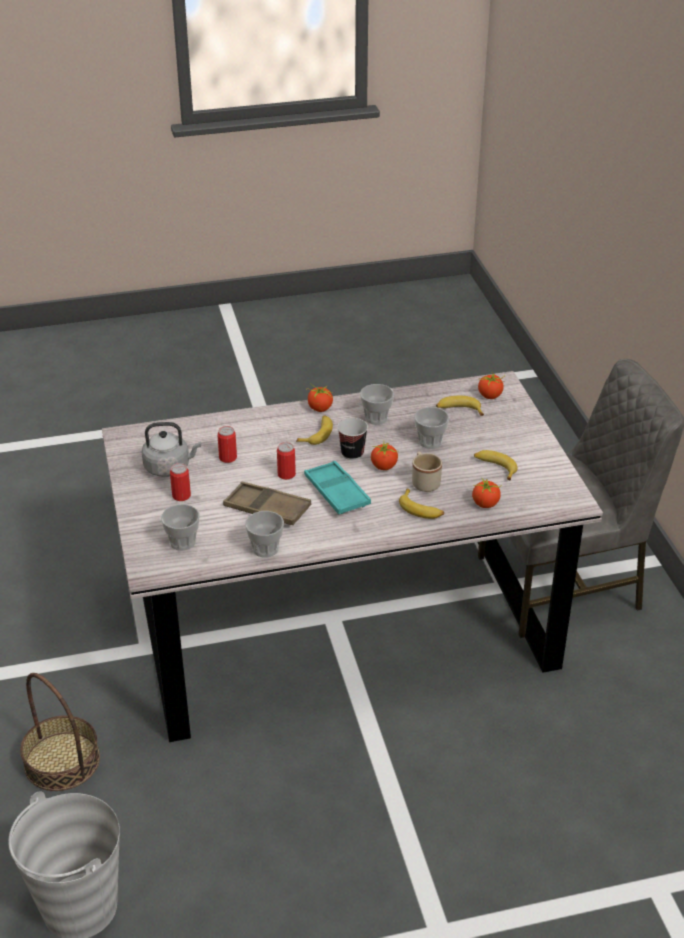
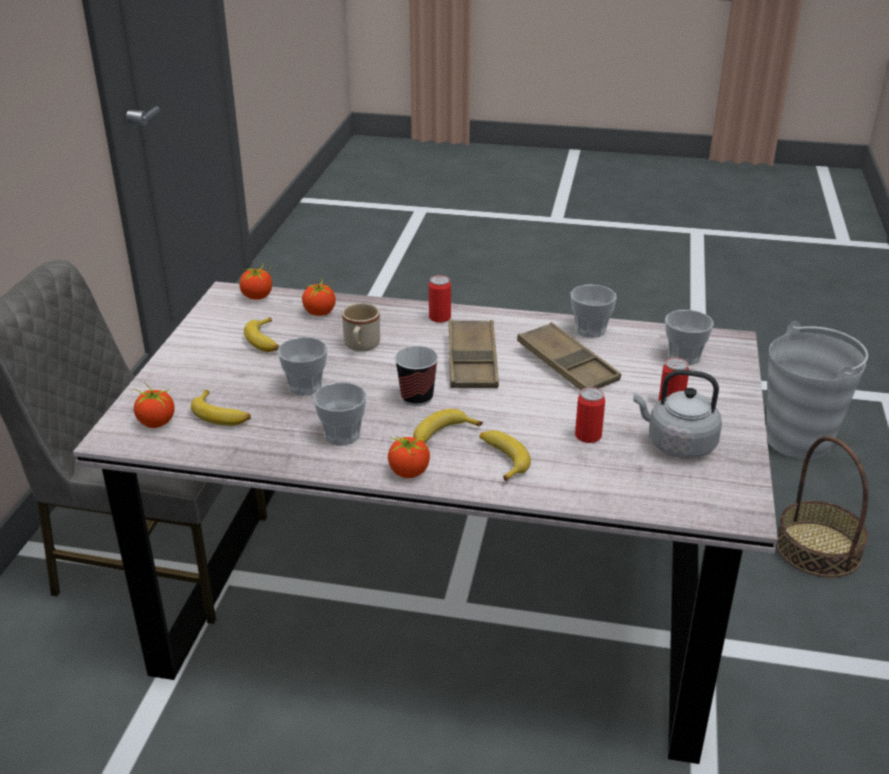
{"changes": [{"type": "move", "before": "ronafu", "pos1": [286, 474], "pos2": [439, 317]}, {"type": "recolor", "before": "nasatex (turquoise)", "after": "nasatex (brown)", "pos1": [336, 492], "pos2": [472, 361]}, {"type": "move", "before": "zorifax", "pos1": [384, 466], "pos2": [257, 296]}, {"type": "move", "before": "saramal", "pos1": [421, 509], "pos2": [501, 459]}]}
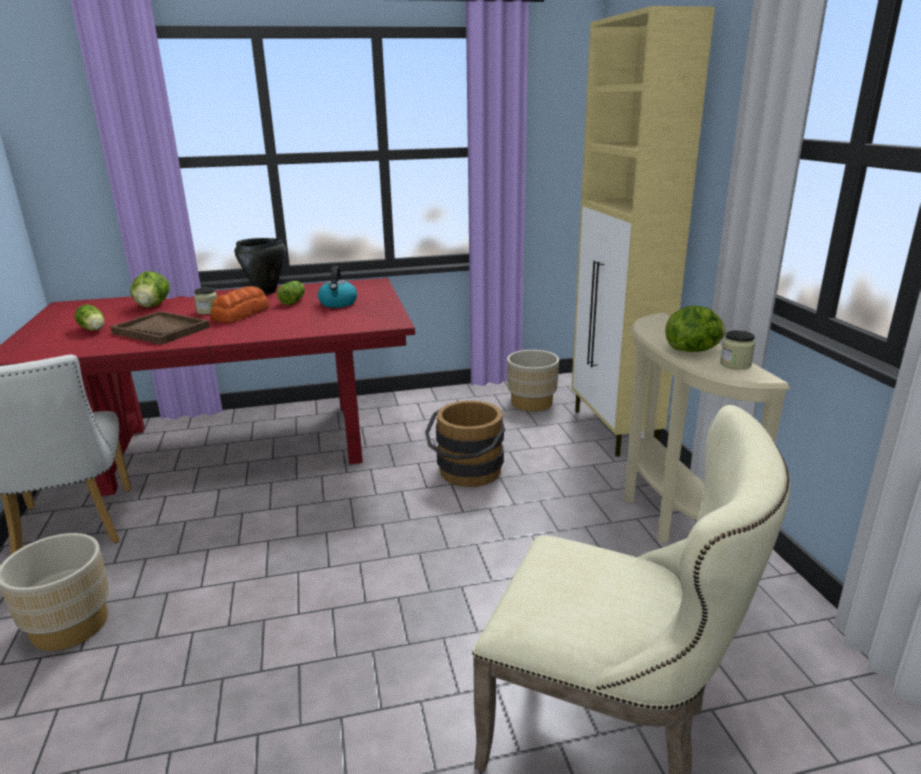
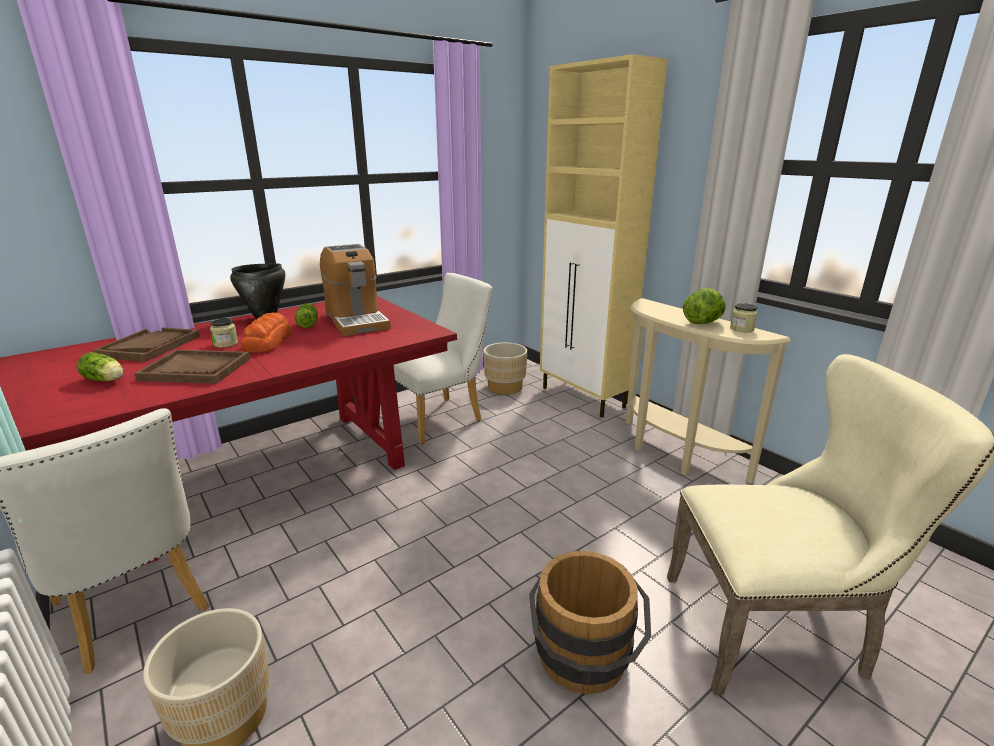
{"changes": [{"type": "replace", "before": "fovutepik", "after": "nasatex (brown)", "pos1": [153, 306], "pos2": [150, 346]}, {"type": "replace", "before": "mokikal", "after": "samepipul", "pos1": [338, 303], "pos2": [356, 320]}, {"type": "move", "before": "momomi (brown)", "pos1": [467, 474], "pos2": [583, 662]}, {"type": "insert", "after": "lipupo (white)", "pos2": [441, 417]}]}
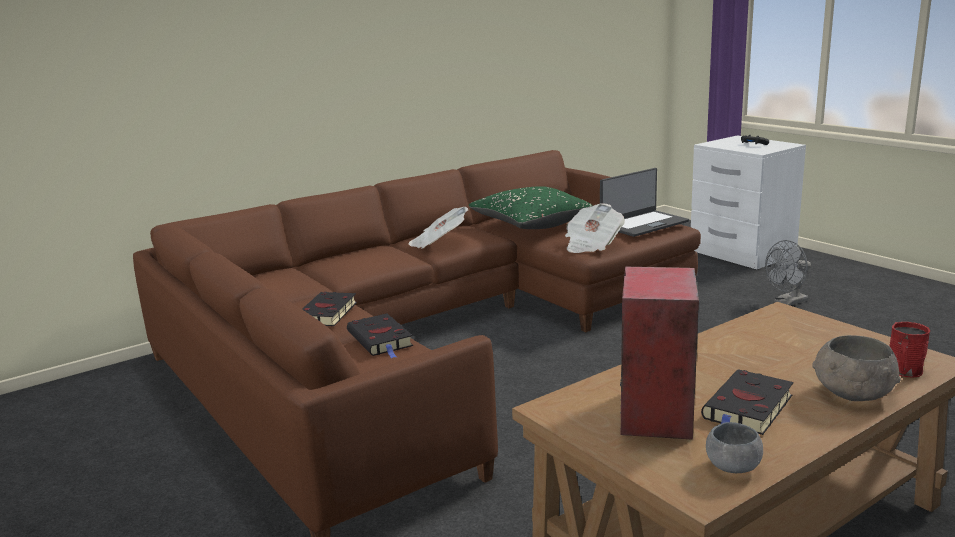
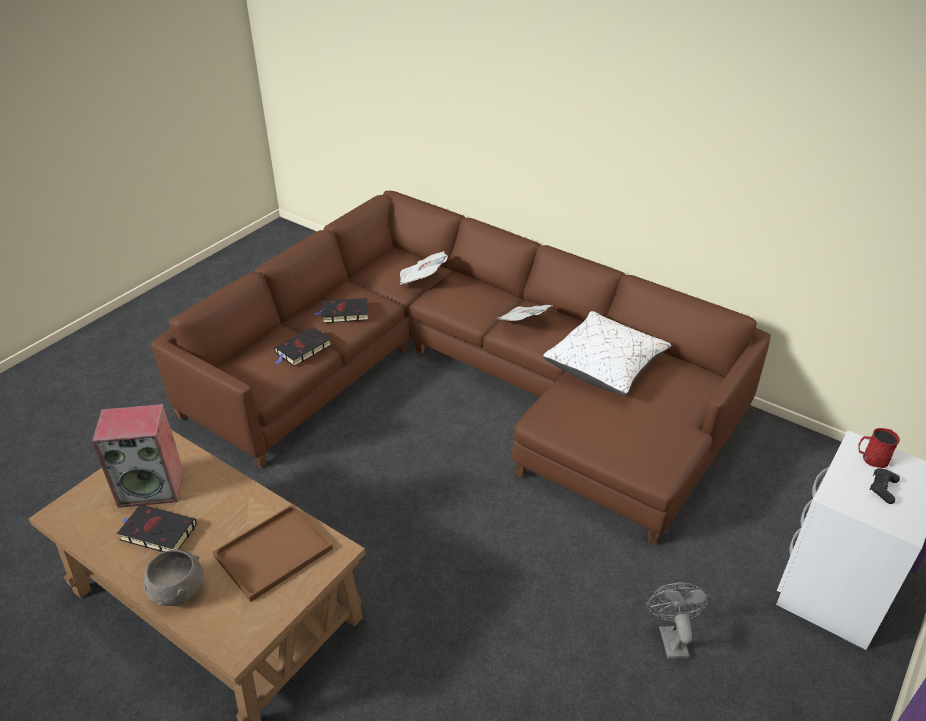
{"changes": [{"type": "recolor", "before": "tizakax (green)", "after": "tizakax (white)", "pos1": [530, 224], "pos2": [605, 366]}, {"type": "move", "before": "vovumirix", "pos1": [591, 245], "pos2": [422, 279]}, {"type": "delete", "before": "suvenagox", "pos1": [643, 224]}, {"type": "delete", "before": "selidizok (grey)", "pos1": [732, 467]}, {"type": "rotate", "before": "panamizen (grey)", "pos1": [787, 302], "pos2": [671, 637], "turn": 45}, {"type": "move", "before": "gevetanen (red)", "pos1": [904, 372], "pos2": [871, 458]}, {"type": "insert", "after": "nasatex (brown)", "pos2": [272, 554]}]}
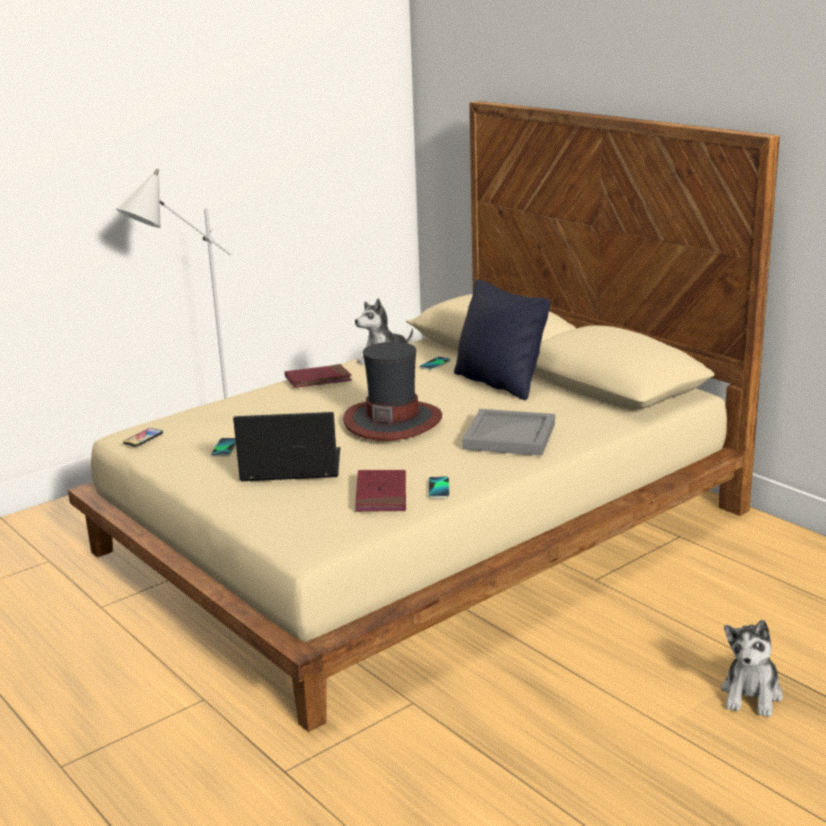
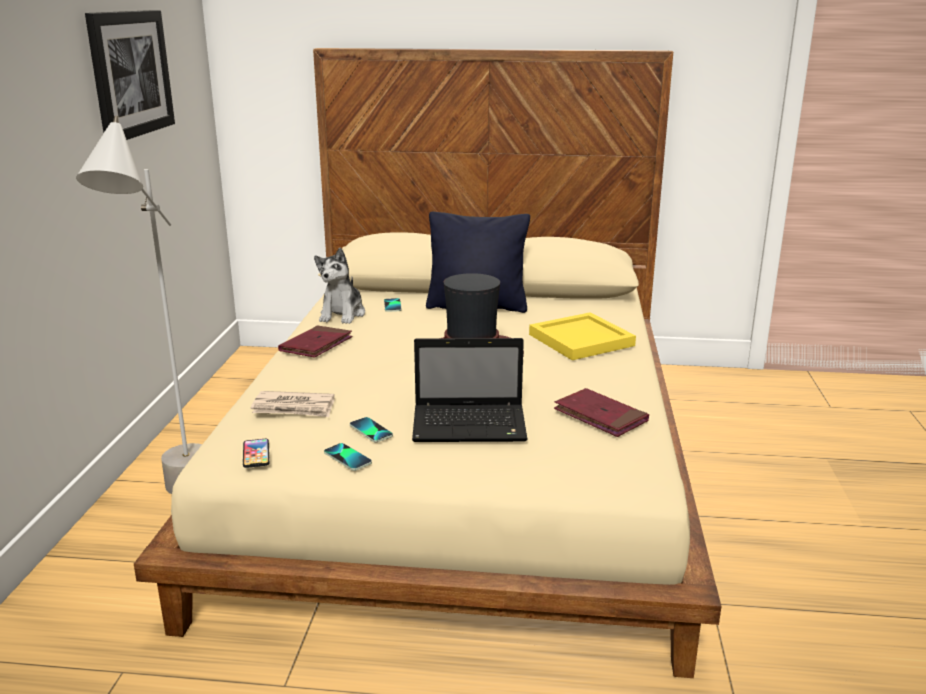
{"changes": [{"type": "rotate", "before": "suvenagox", "pos1": [288, 468], "pos2": [472, 425], "turn": -135}, {"type": "move", "before": "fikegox", "pos1": [439, 488], "pos2": [347, 458]}, {"type": "recolor", "before": "nasatex (grey)", "after": "nasatex (yellow)", "pos1": [510, 437], "pos2": [583, 340]}, {"type": "delete", "before": "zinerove", "pos1": [751, 694]}, {"type": "insert", "after": "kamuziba", "pos2": [130, 74]}, {"type": "insert", "after": "vovumirix", "pos2": [294, 408]}]}
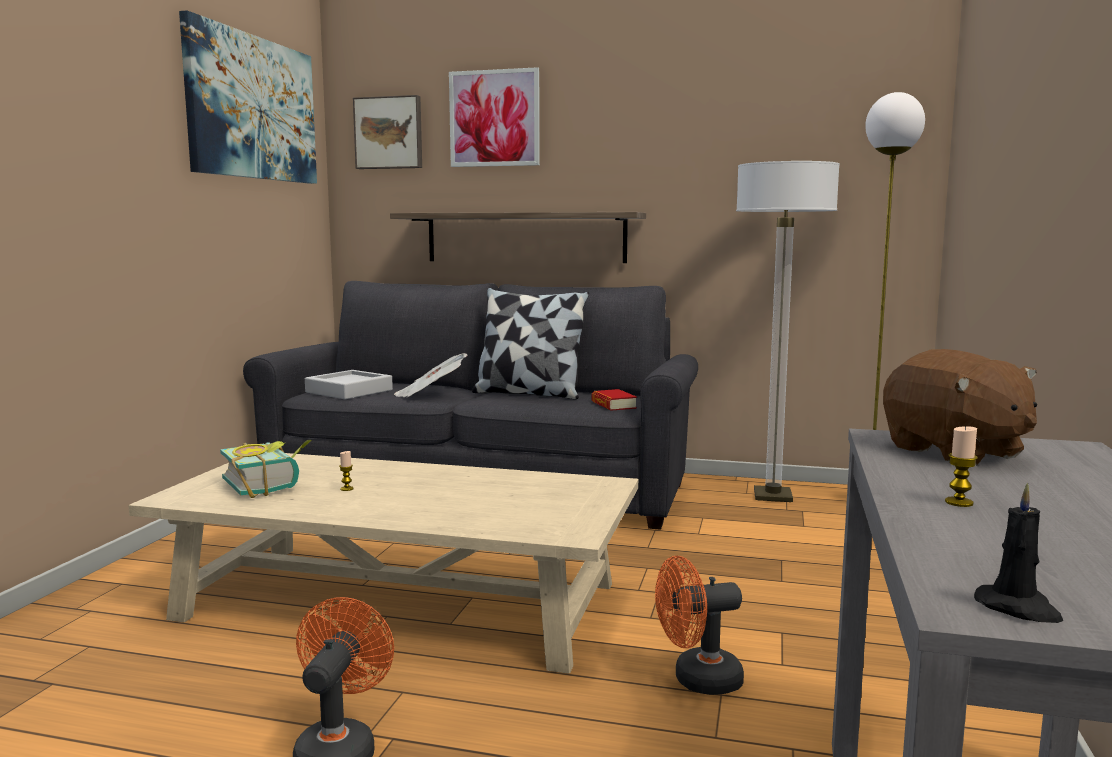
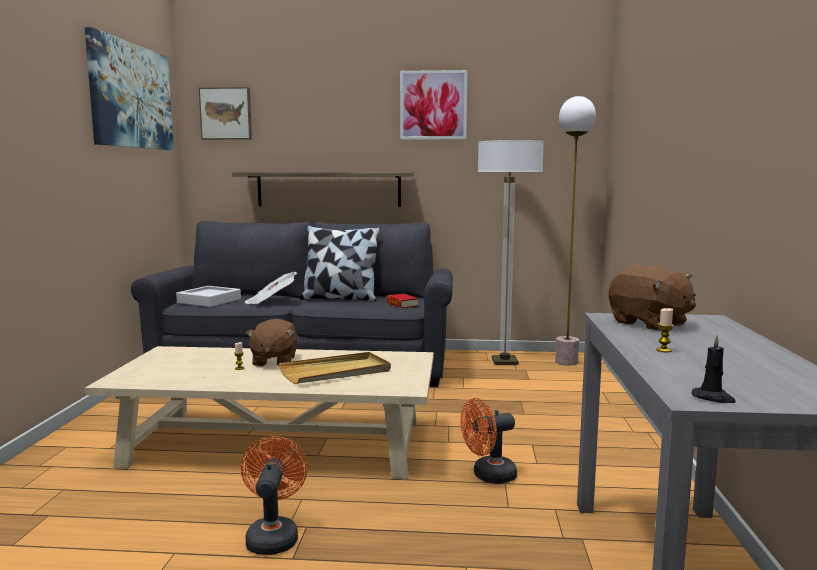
{"changes": [{"type": "delete", "before": "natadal", "pos1": [269, 485]}, {"type": "move", "before": "kamuziba", "pos1": [494, 118], "pos2": [433, 105]}, {"type": "insert", "after": "zinerove (brown)", "pos2": [273, 361]}, {"type": "insert", "after": "nasatex (beige)", "pos2": [336, 372]}]}
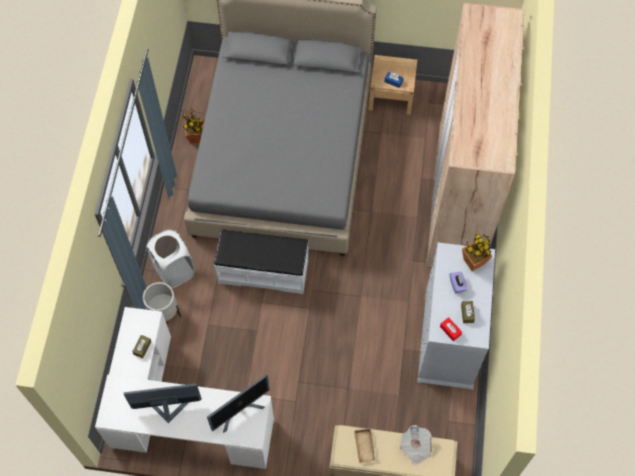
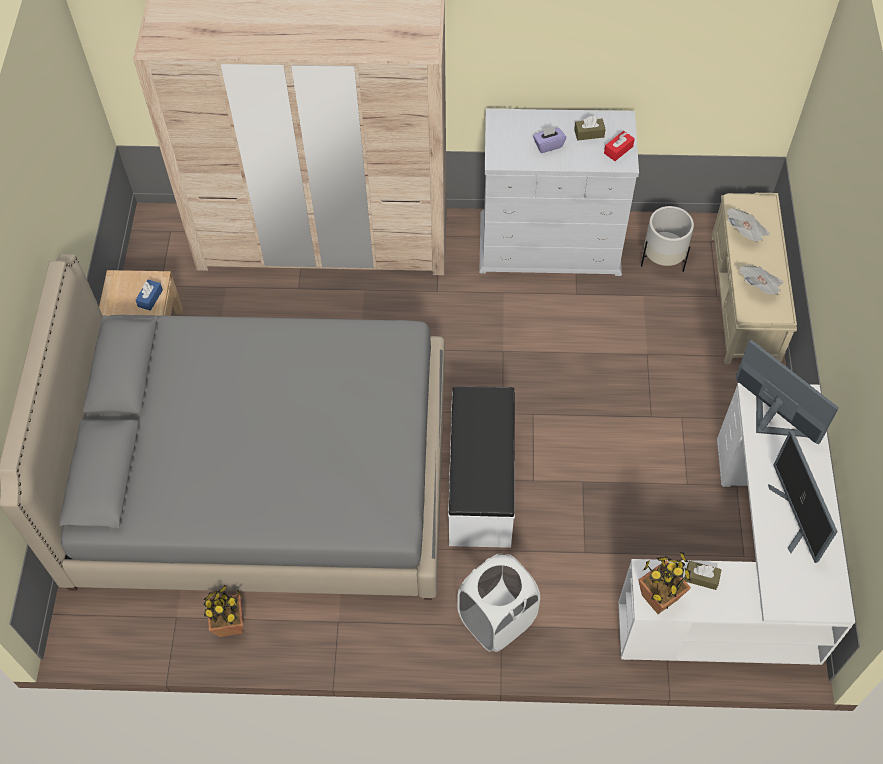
{"changes": [{"type": "move", "before": "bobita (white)", "pos1": [164, 312], "pos2": [663, 259]}, {"type": "replace", "before": "nasatex (beige)", "after": "vovumirix", "pos1": [365, 446], "pos2": [760, 287]}, {"type": "move", "before": "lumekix", "pos1": [473, 262], "pos2": [658, 598]}]}
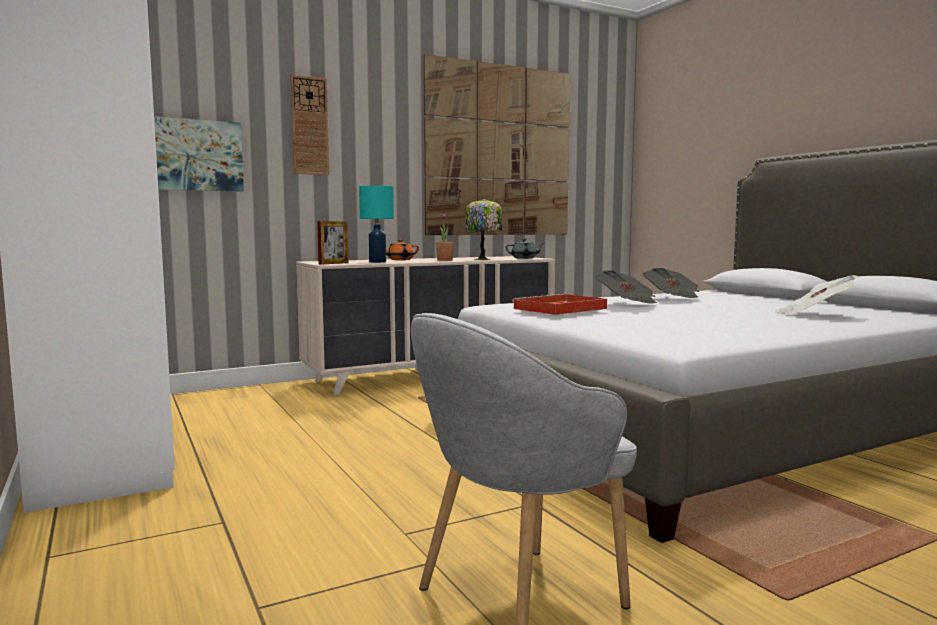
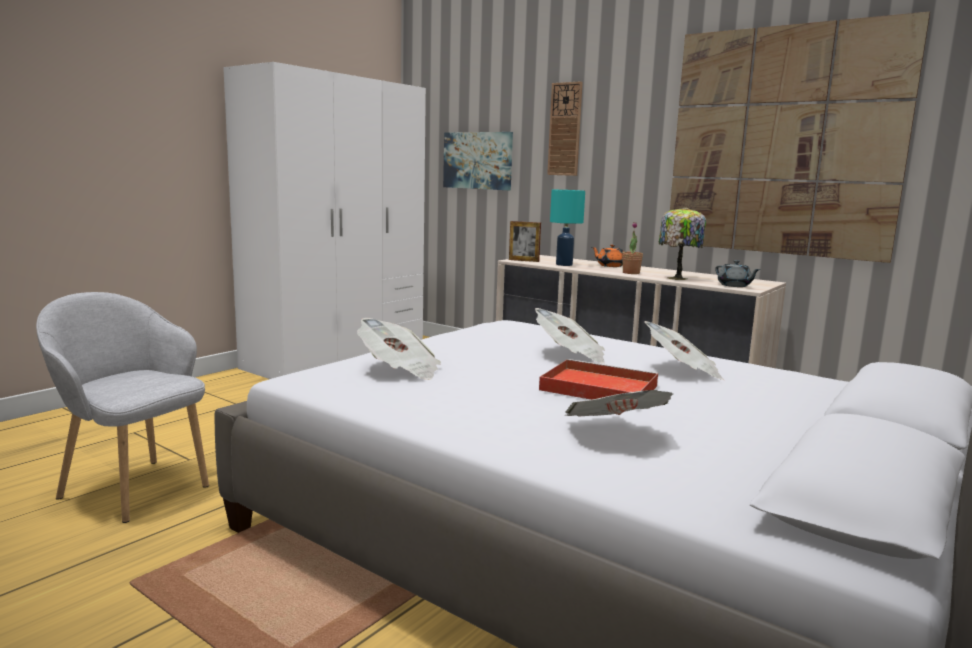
{"changes": [{"type": "move", "before": "nasatex (red)", "pos1": [559, 309], "pos2": [596, 387]}, {"type": "insert", "after": "vovumirix", "pos2": [400, 370]}]}
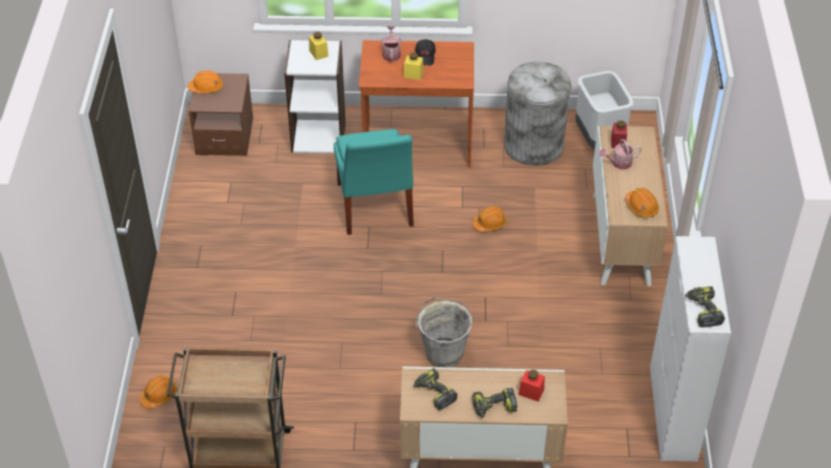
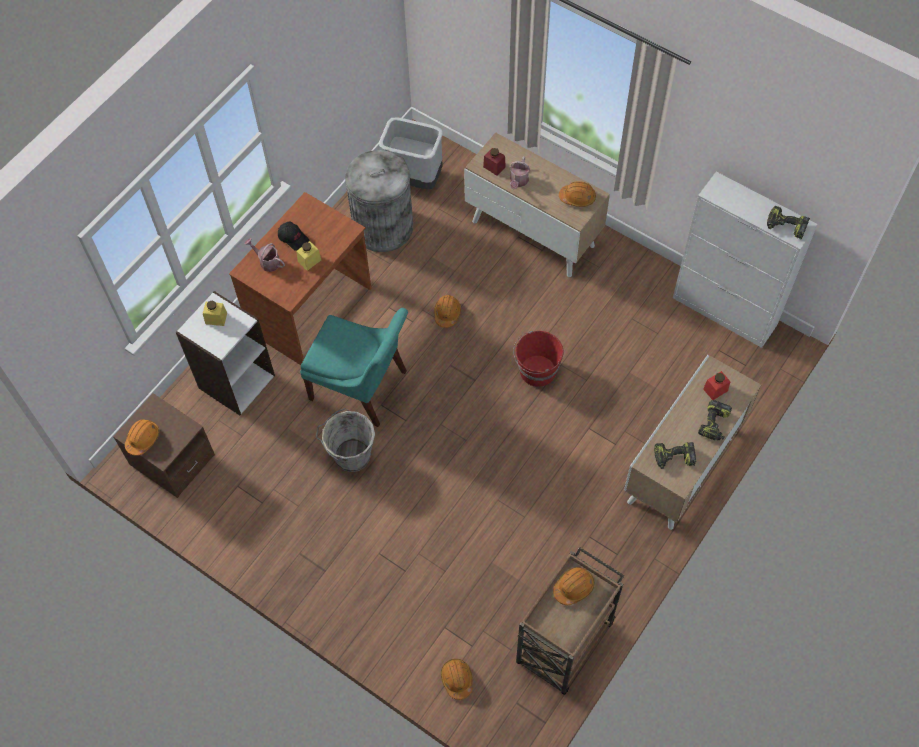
{"changes": [{"type": "move", "before": "momomi (grey)", "pos1": [443, 352], "pos2": [350, 455]}, {"type": "insert", "after": "momomi (red)", "pos2": [537, 371]}, {"type": "insert", "after": "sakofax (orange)", "pos2": [573, 587]}]}
